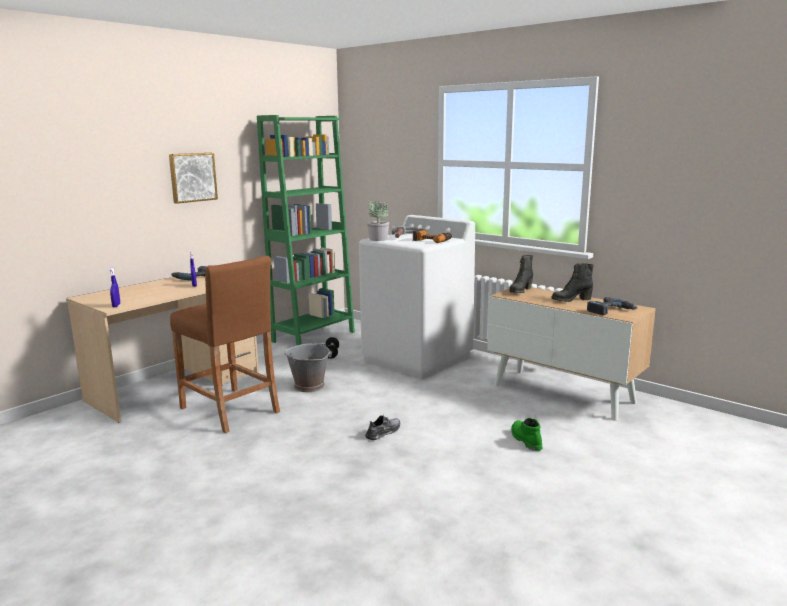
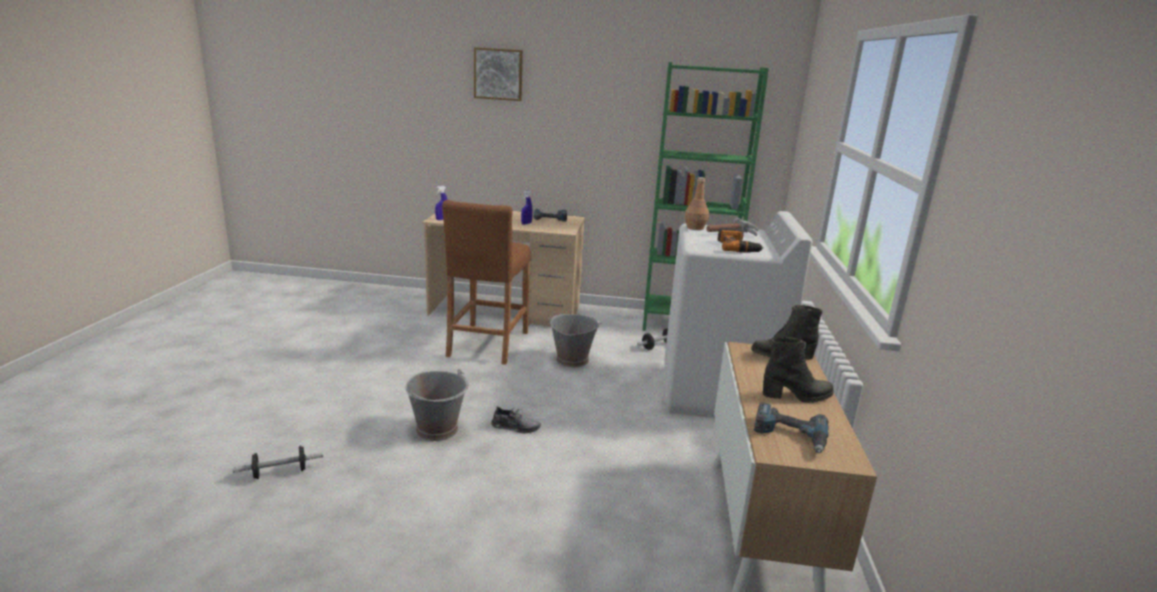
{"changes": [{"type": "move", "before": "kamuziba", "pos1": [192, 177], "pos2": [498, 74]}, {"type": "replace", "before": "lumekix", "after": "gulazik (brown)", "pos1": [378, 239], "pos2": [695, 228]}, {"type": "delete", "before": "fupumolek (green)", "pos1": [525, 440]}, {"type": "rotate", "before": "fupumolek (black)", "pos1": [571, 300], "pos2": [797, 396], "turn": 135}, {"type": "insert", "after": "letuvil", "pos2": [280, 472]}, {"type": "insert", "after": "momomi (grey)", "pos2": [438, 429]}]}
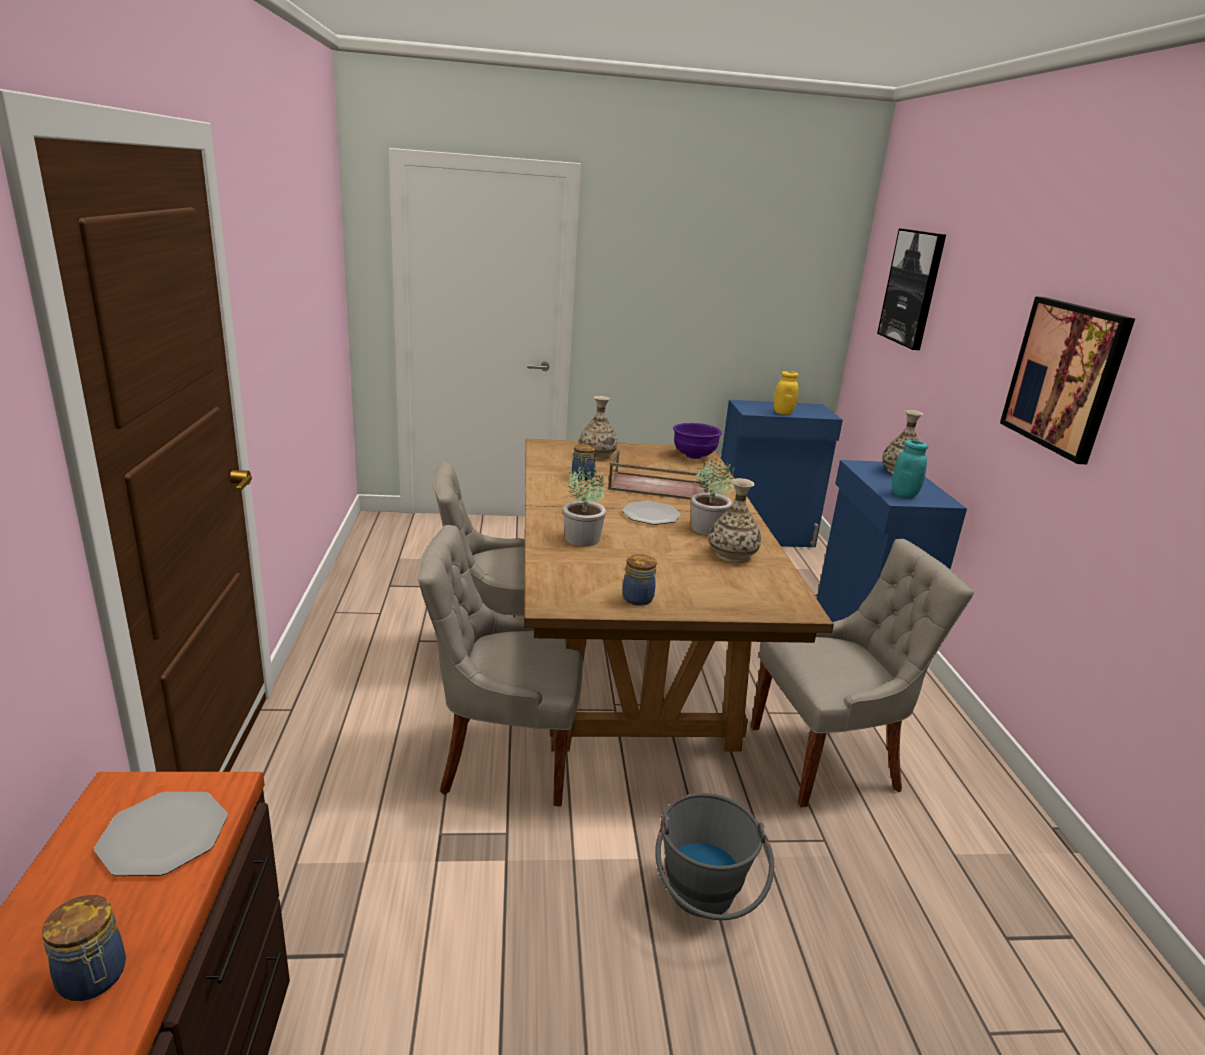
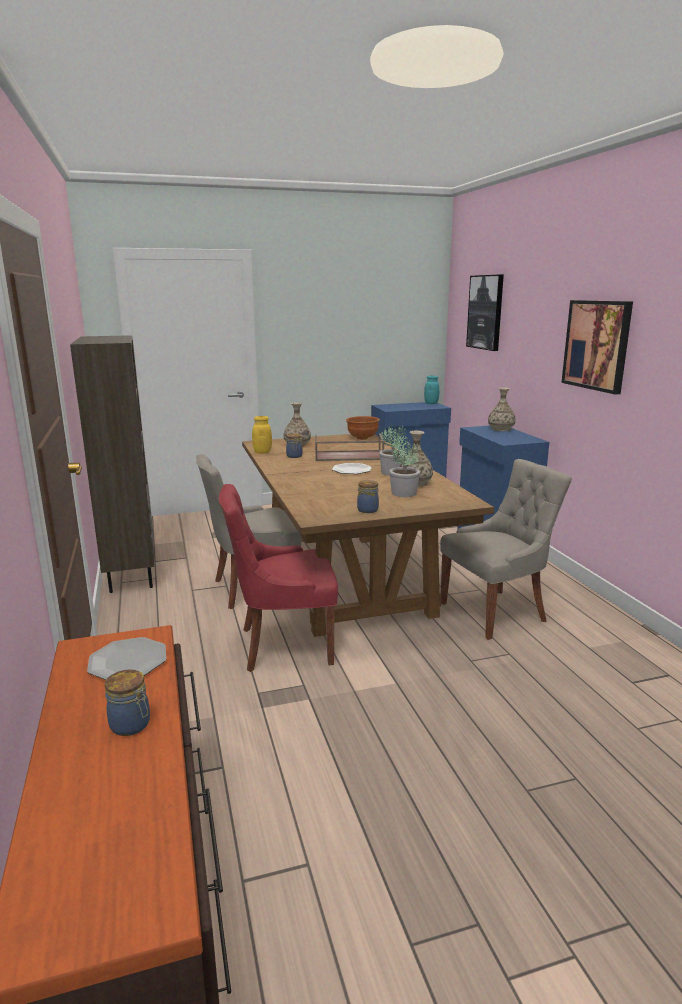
{"changes": [{"type": "recolor", "before": "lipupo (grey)", "after": "lipupo (red)", "pos1": [504, 757], "pos2": [283, 645]}, {"type": "move", "before": "lumekix", "pos1": [582, 538], "pos2": [403, 493]}, {"type": "delete", "before": "momomi (grey)", "pos1": [703, 903]}, {"type": "recolor", "before": "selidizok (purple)", "after": "selidizok (brown)", "pos1": [693, 456], "pos2": [362, 438]}, {"type": "move", "before": "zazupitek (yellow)", "pos1": [783, 413], "pos2": [262, 452]}, {"type": "move", "before": "zazupitek (turquoise)", "pos1": [904, 494], "pos2": [431, 403]}, {"type": "insert", "after": "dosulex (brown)", "pos2": [130, 573]}]}
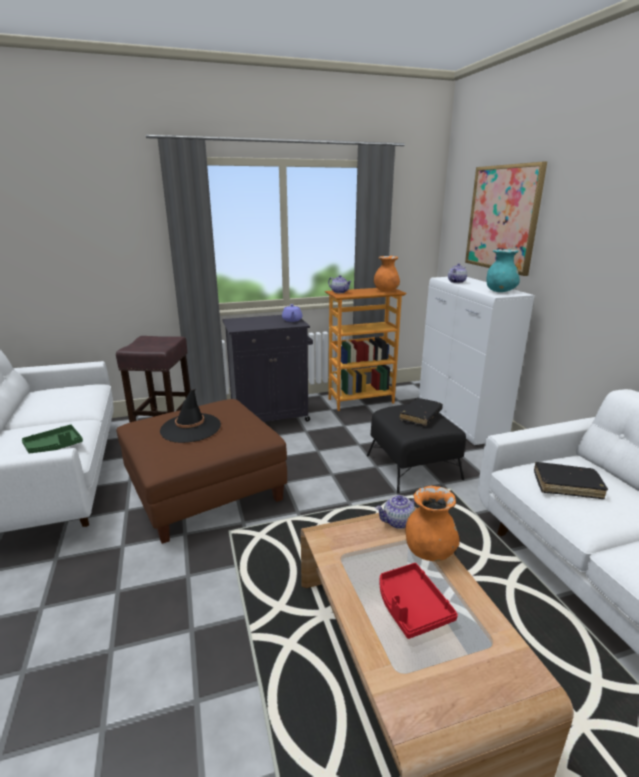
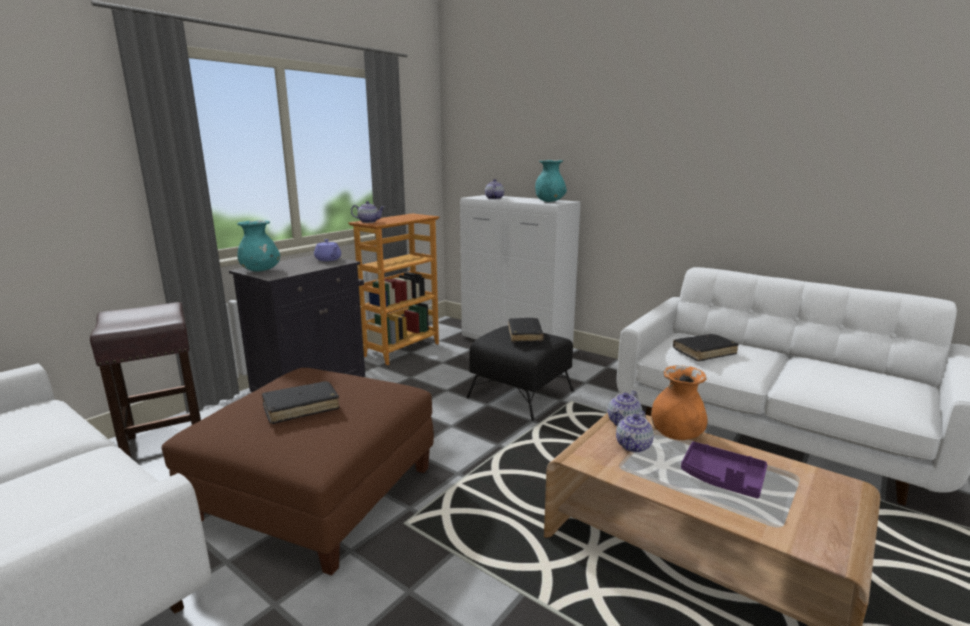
{"changes": [{"type": "delete", "before": "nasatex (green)", "pos1": [54, 446]}, {"type": "replace", "before": "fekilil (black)", "after": "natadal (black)", "pos1": [190, 428], "pos2": [301, 408]}, {"type": "delete", "before": "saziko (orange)", "pos1": [386, 291]}, {"type": "recolor", "before": "nasatex (red)", "after": "nasatex (purple)", "pos1": [411, 607], "pos2": [722, 479]}, {"type": "delete", "before": "kamuziba", "pos1": [502, 218]}, {"type": "insert", "after": "saziko (turquoise)", "pos2": [261, 271]}, {"type": "insert", "after": "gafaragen", "pos2": [634, 446]}]}
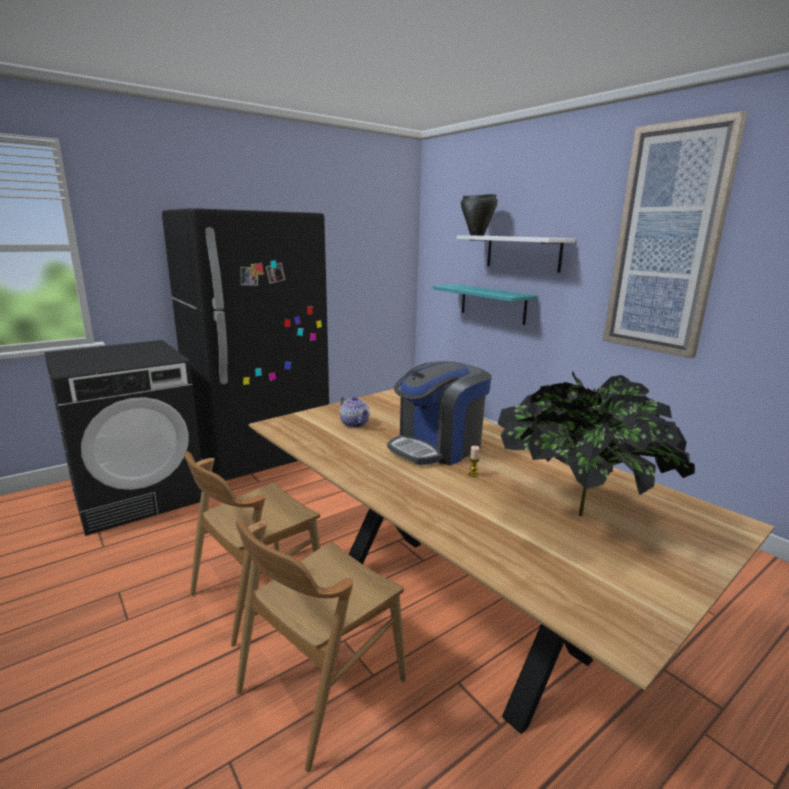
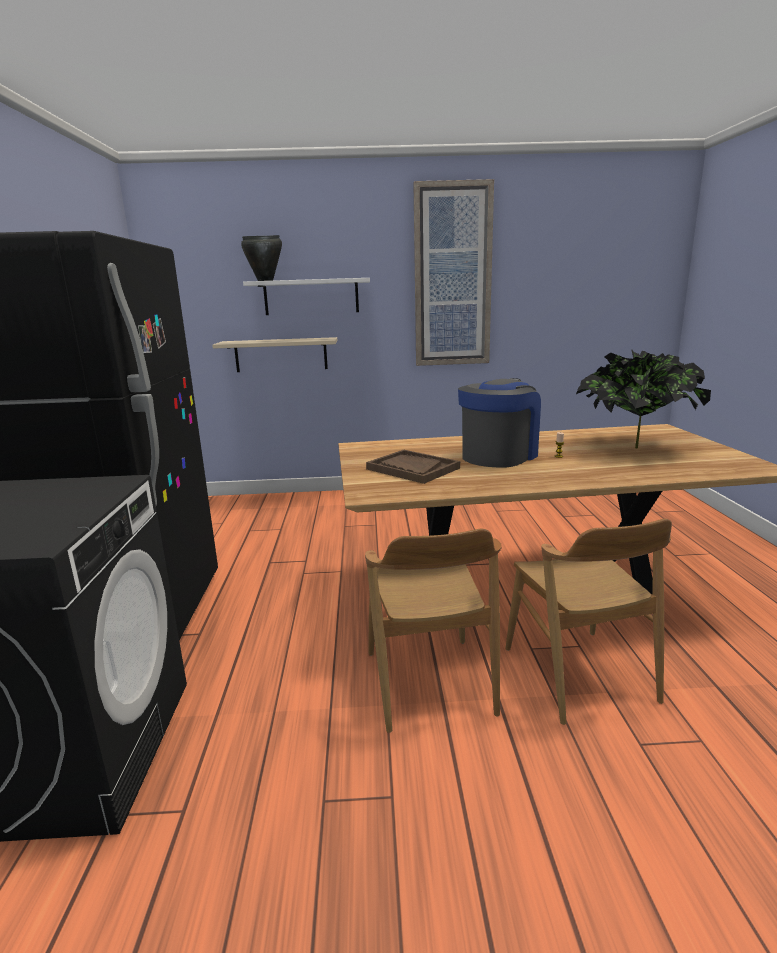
{"changes": [{"type": "replace", "before": "gafaragen", "after": "nasatex (brown)", "pos1": [355, 424], "pos2": [412, 468]}, {"type": "rotate", "before": "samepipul", "pos1": [438, 447], "pos2": [499, 455], "turn": -135}, {"type": "recolor", "before": "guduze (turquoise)", "after": "guduze (beige)", "pos1": [492, 303], "pos2": [281, 355]}]}
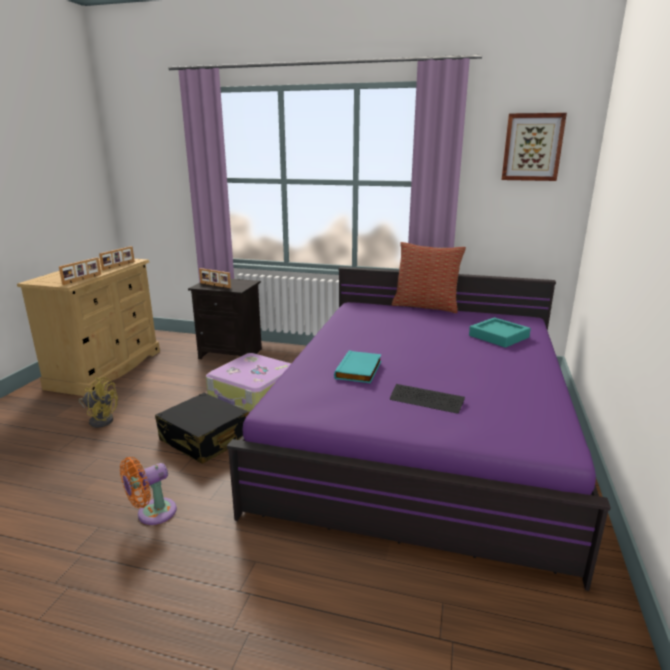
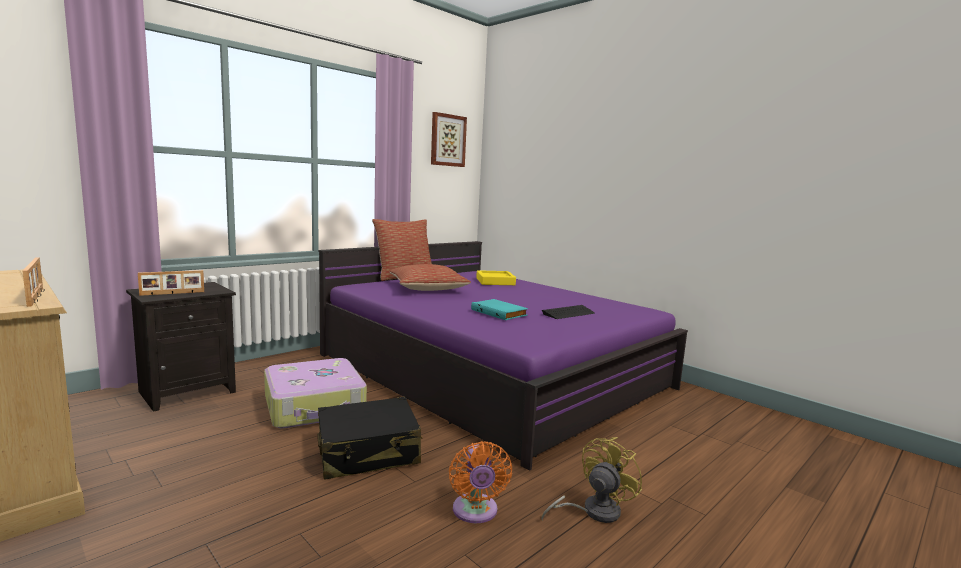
{"changes": [{"type": "move", "before": "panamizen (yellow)", "pos1": [101, 419], "pos2": [593, 511]}, {"type": "delete", "before": "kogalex", "pos1": [119, 265]}, {"type": "recolor", "before": "nasatex (turquoise)", "after": "nasatex (yellow)", "pos1": [498, 336], "pos2": [495, 281]}, {"type": "insert", "after": "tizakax", "pos2": [428, 288]}]}
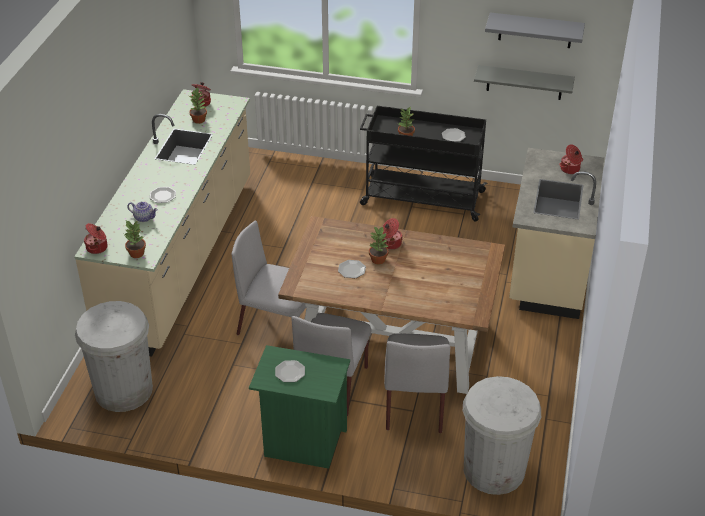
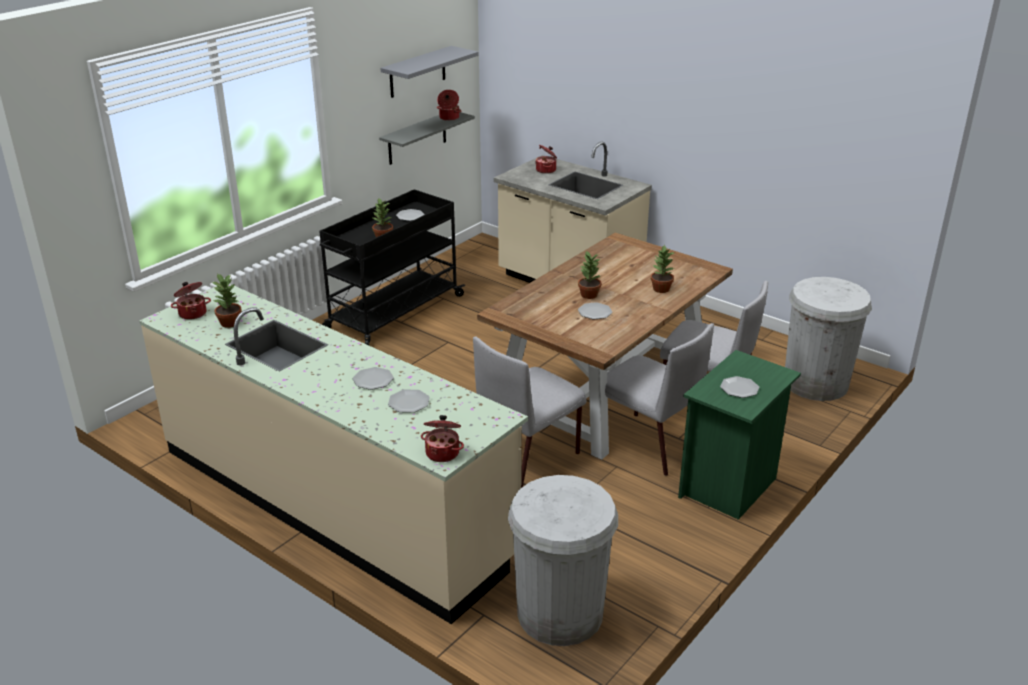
{"changes": [{"type": "move", "before": "lumekix", "pos1": [136, 253], "pos2": [661, 289]}, {"type": "replace", "before": "gafaragen", "after": "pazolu", "pos1": [144, 217], "pos2": [408, 402]}, {"type": "move", "before": "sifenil", "pos1": [390, 243], "pos2": [449, 118]}]}
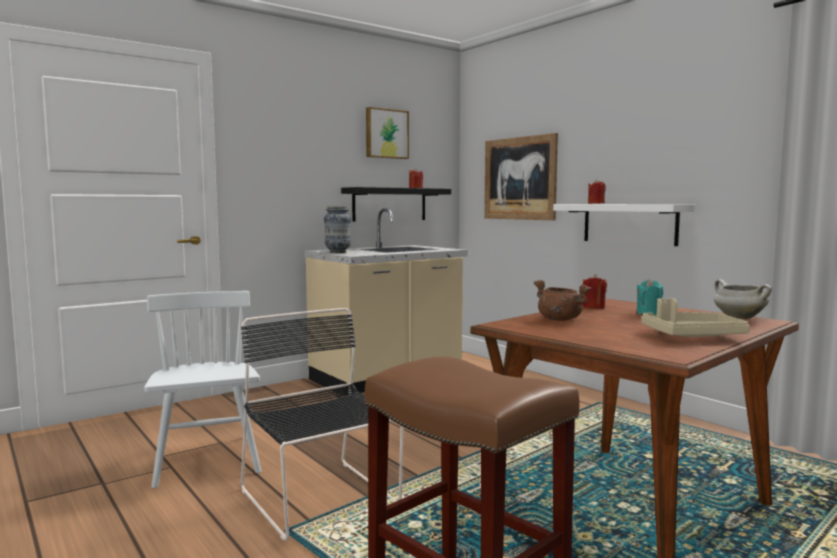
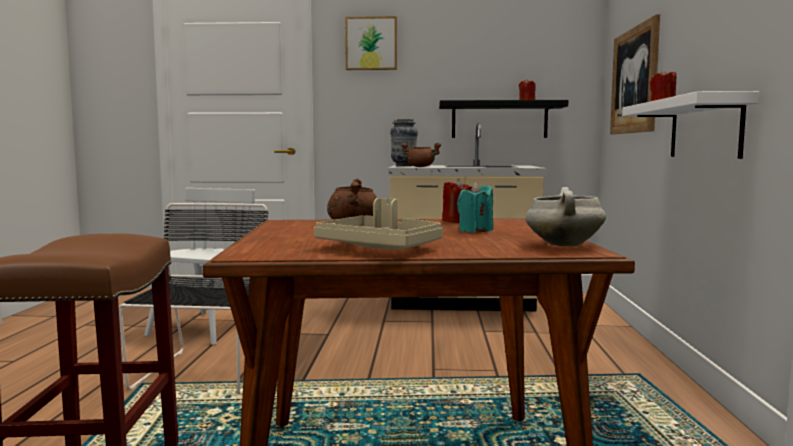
{"changes": [{"type": "move", "before": "kamuziba", "pos1": [386, 134], "pos2": [371, 44]}, {"type": "insert", "after": "sifenil (brown)", "pos2": [421, 167]}]}
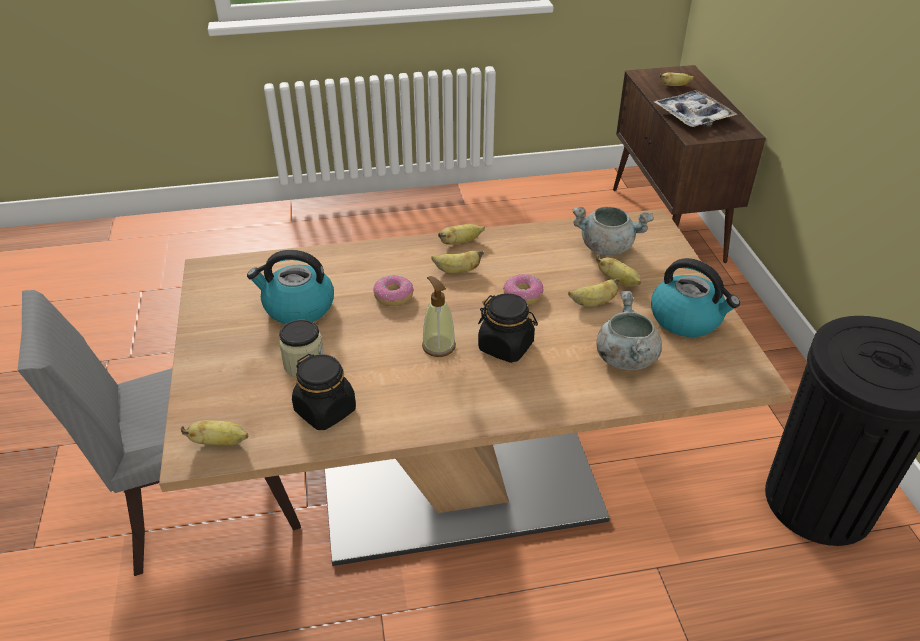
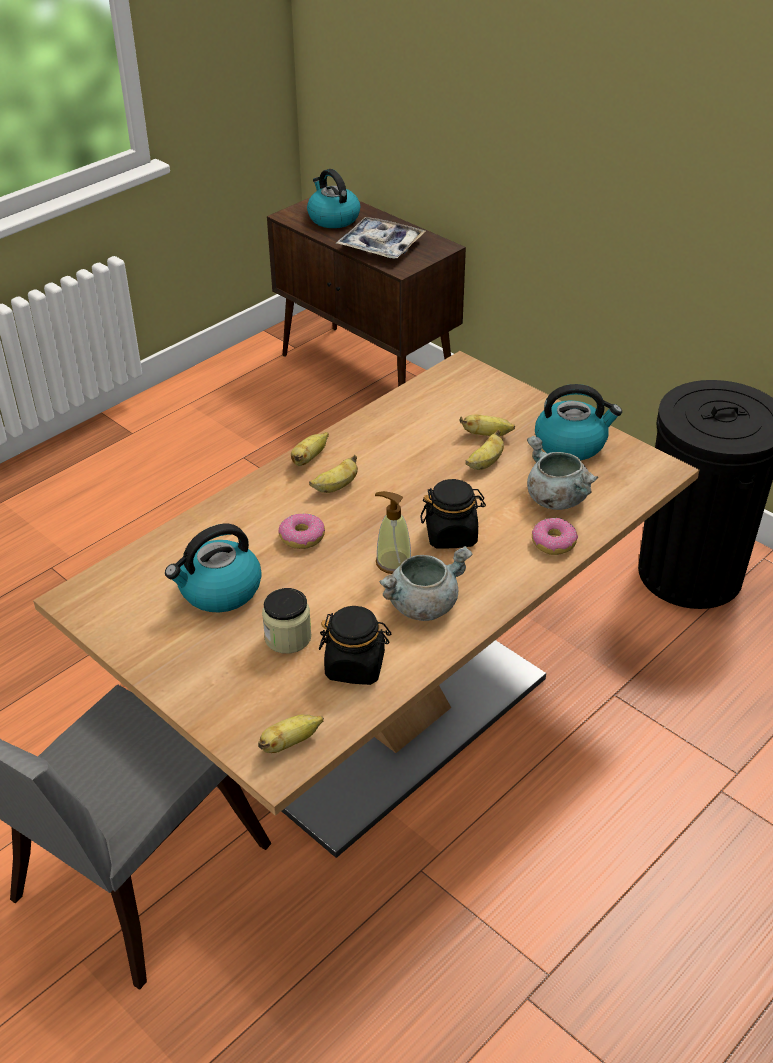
{"changes": [{"type": "move", "before": "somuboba", "pos1": [523, 295], "pos2": [553, 542]}, {"type": "move", "before": "sifenil (grey)", "pos1": [607, 247], "pos2": [423, 605]}, {"type": "replace", "before": "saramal", "after": "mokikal", "pos1": [674, 86], "pos2": [333, 218]}]}
